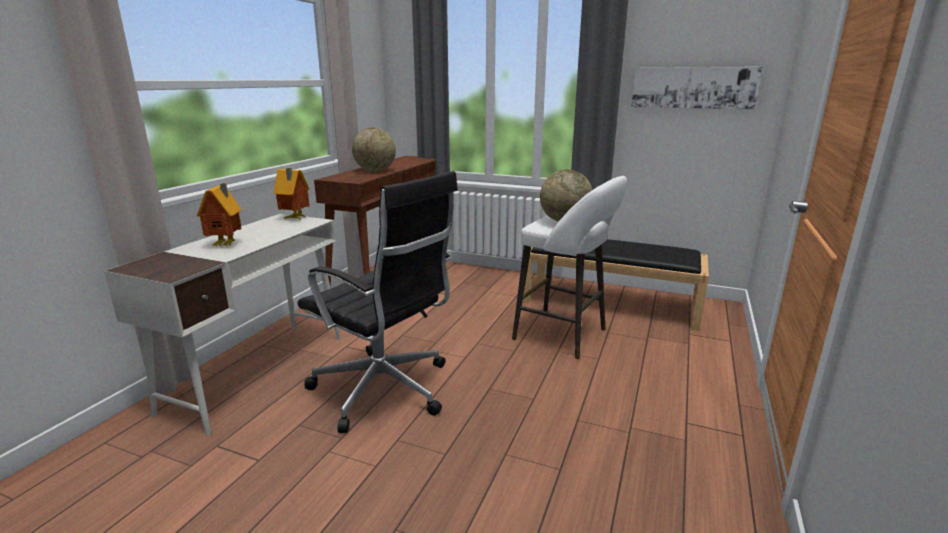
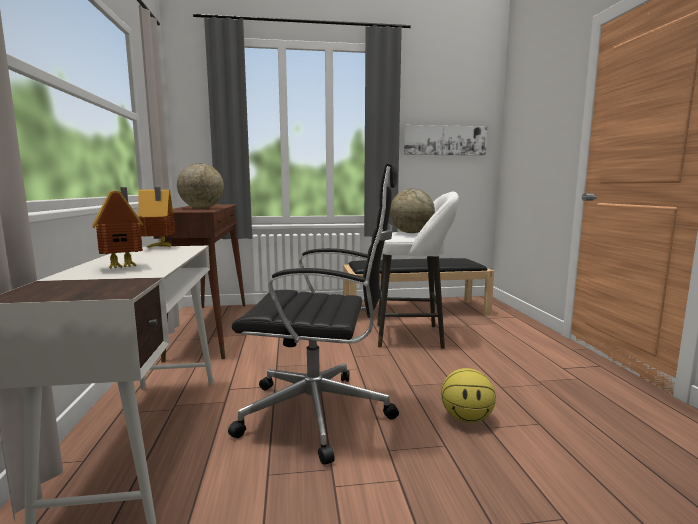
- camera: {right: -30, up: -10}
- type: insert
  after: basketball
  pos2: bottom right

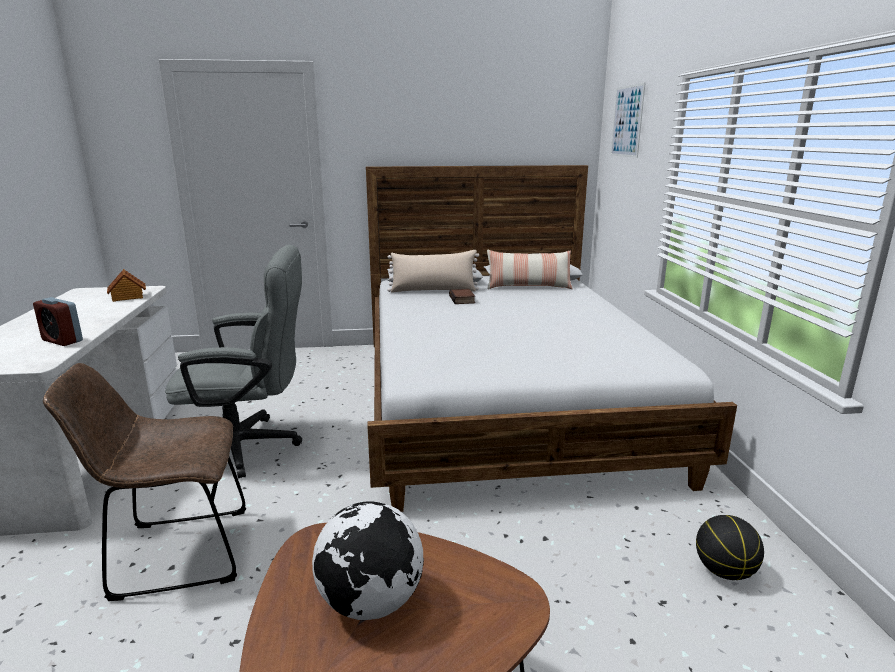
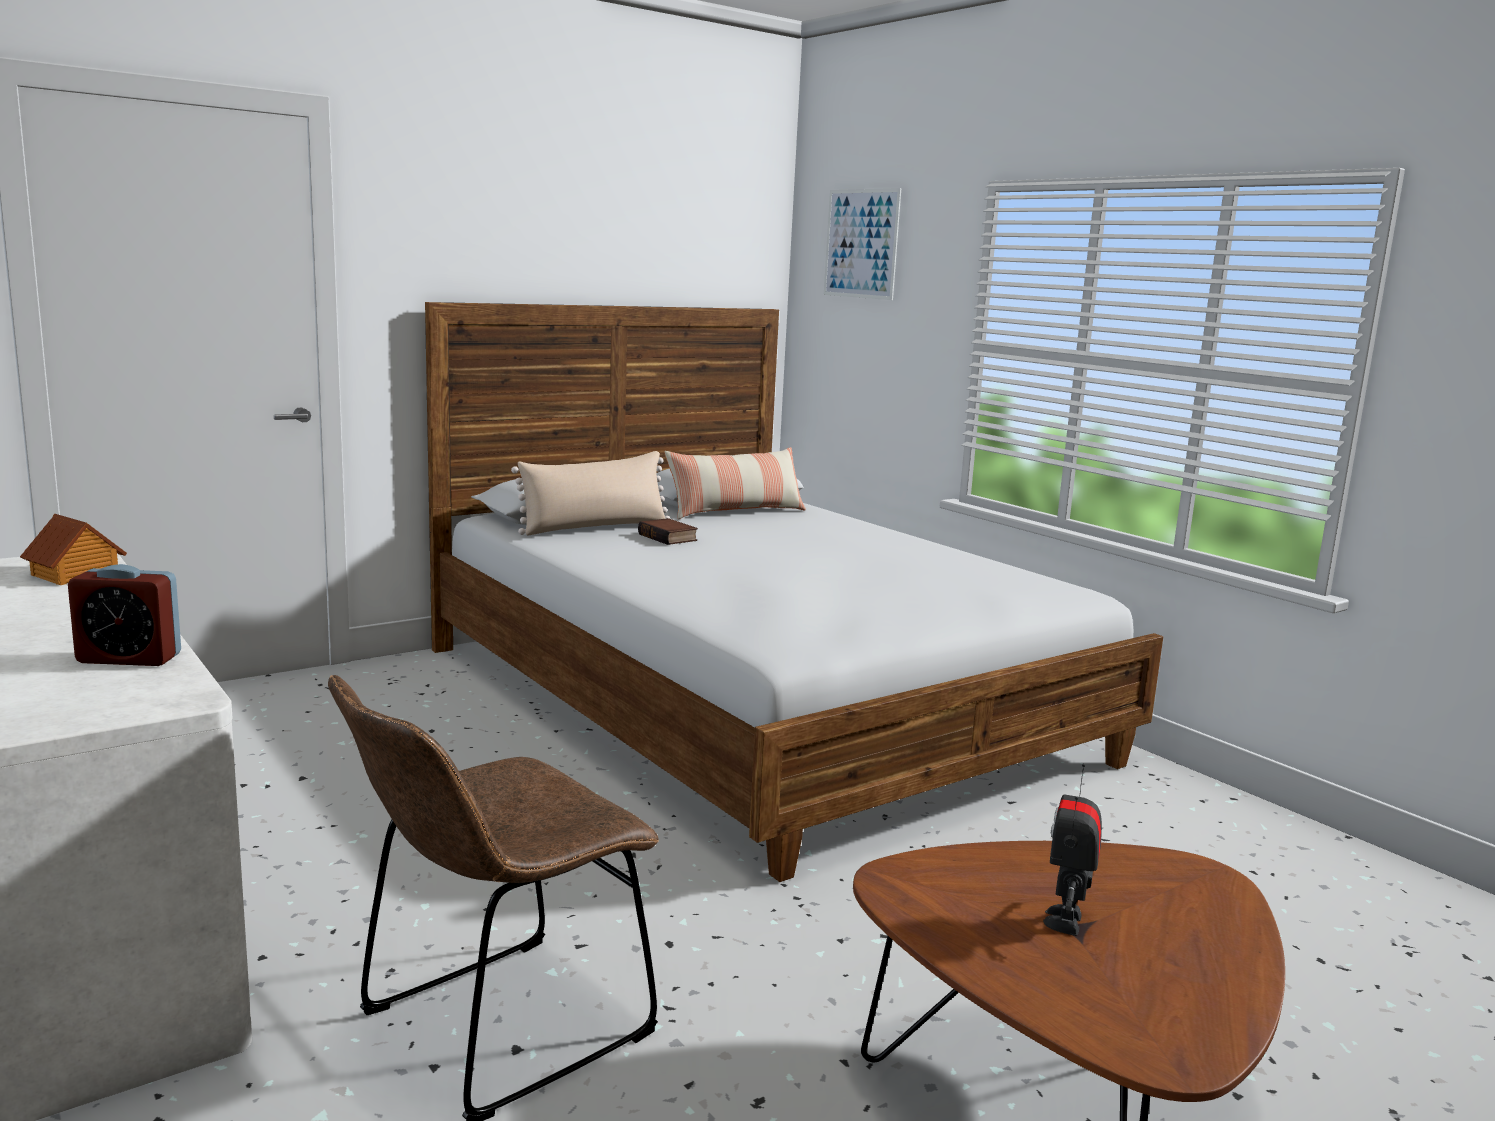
- camera: {right: -30, up: -5}
- type: delete
  before: grey_office_chair
  pos1: middle left
- type: delete
  before: basketball
  pos1: bottom right
- type: replace
  before: globe
  after: toy_robot
  pos1: bottom centre
  pos2: bottom right

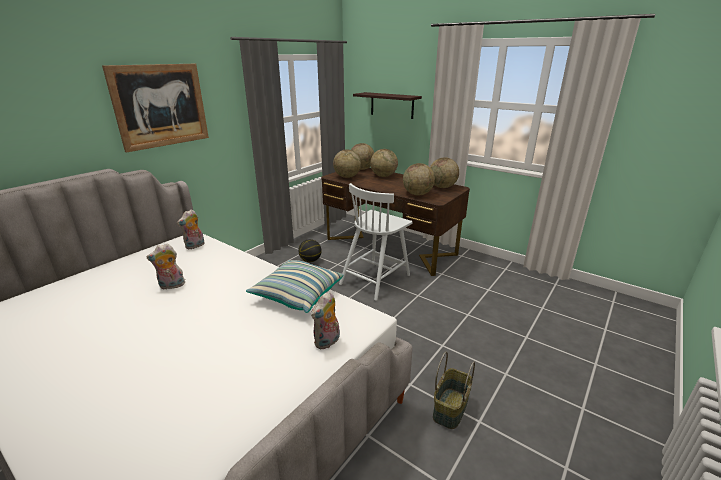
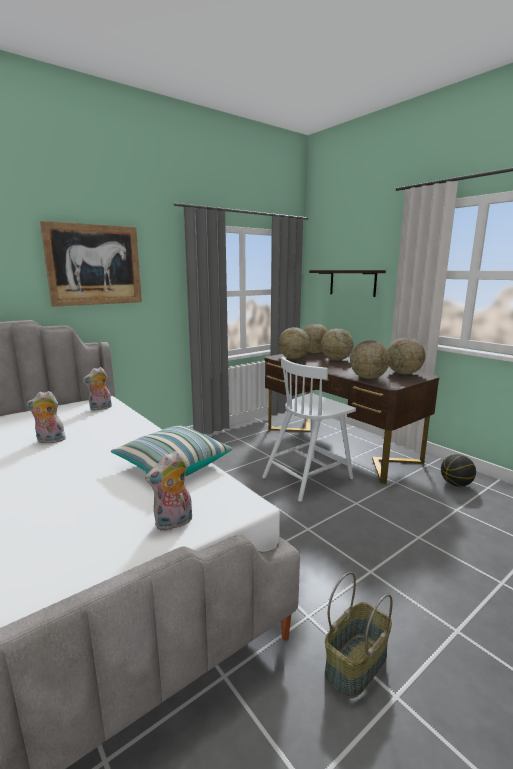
- camera: {right: 15, up: -10}
- type: move
  before: basketball
  pos1: centre
  pos2: middle right

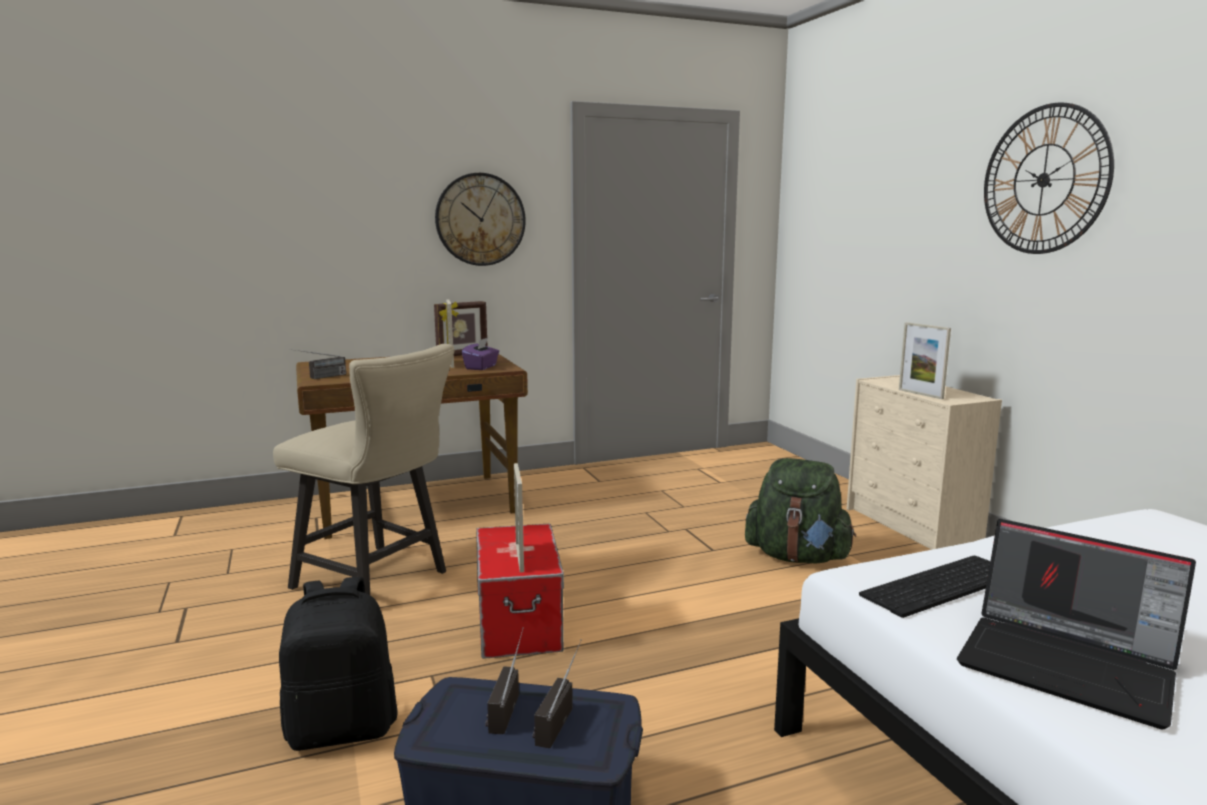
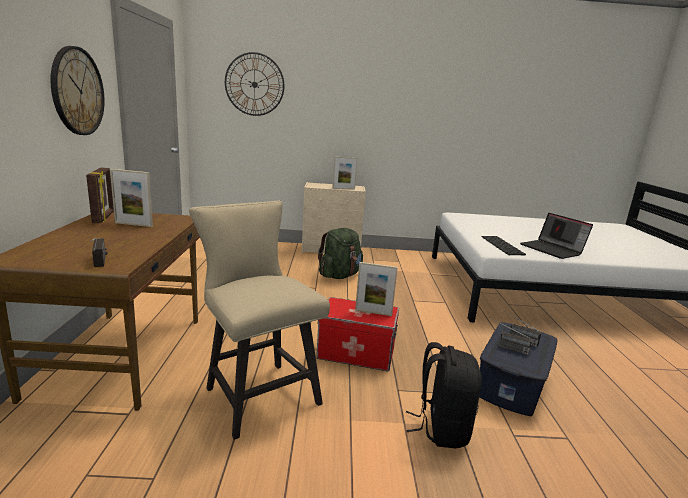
- camera: {right: -70, up: 5}
- type: delete
  before: purple_tissue_box
  pos1: centre
- type: move
  before: wall_clock (2nd from left)
  pos1: top right
  pos2: top centre
- type: rotate
  before: beige_chair
  pos1: middle left
  pos2: centre
  turn: -90
- type: rotate
  before: laptop
  pos1: bottom right
  pos2: middle right
  turn: 90

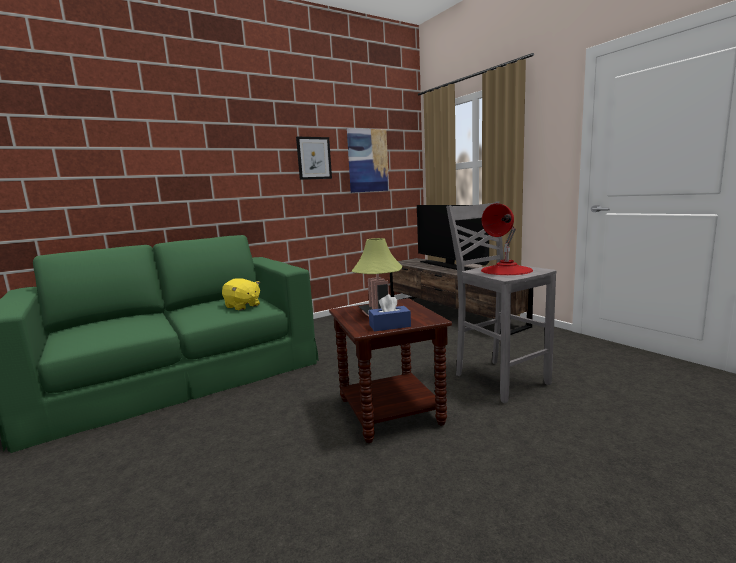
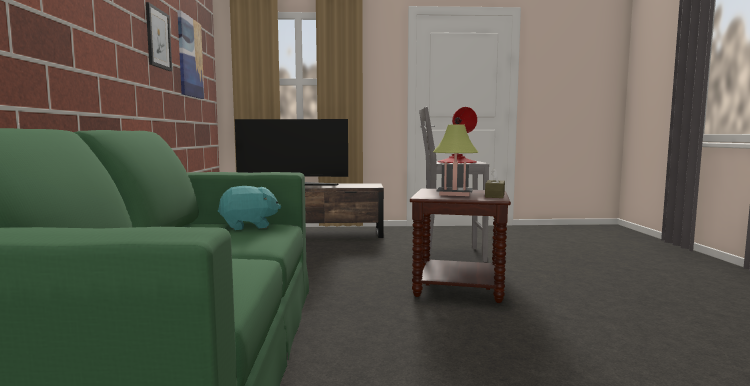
- camera: {right: -60, up: -5}
- type: recolor
  before: yellow_plush_toy
  after: turquoise_plush_toy
  pos1: middle left
  pos2: middle left
- type: recolor
  before: blue_tissue_box
  after: brown_tissue_box
  pos1: centre
  pos2: centre

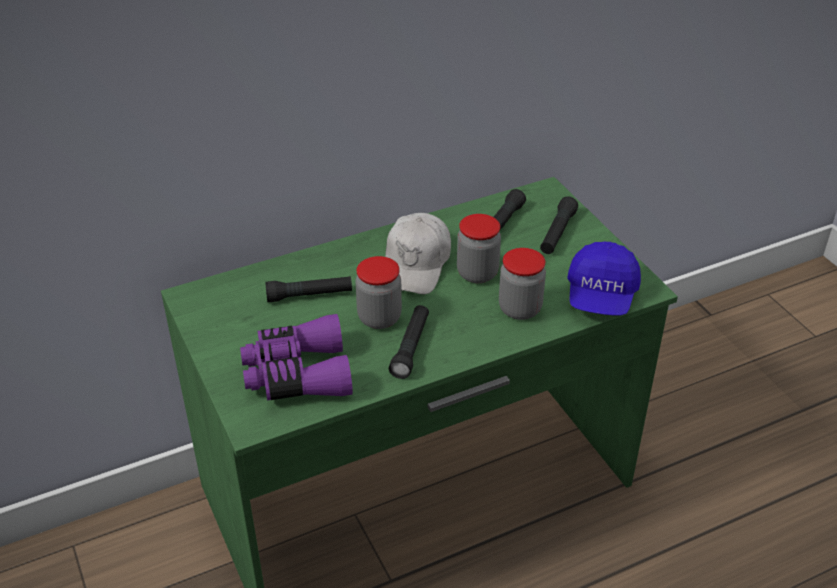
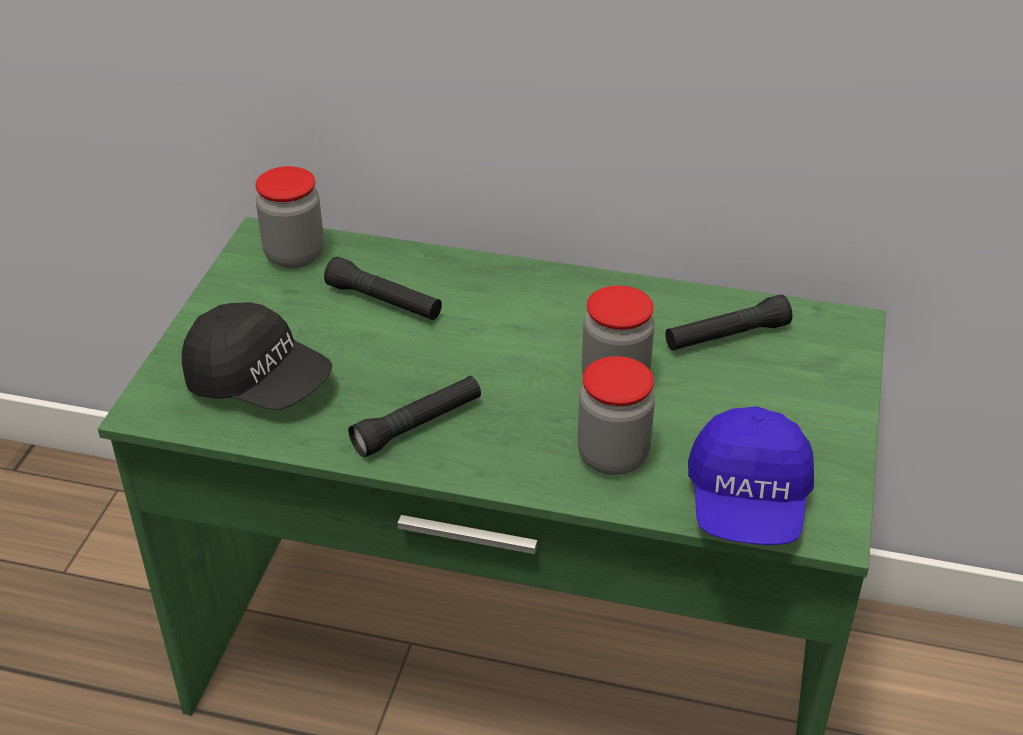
- camera: {right: 40, up: 0}
- type: delete
  before: white_cap
  pos1: centre
- type: delete
  before: black_flashlight (4th from left)
  pos1: middle right
- type: move
  before: jar (1st from left)
  pos1: centre
  pos2: top left
- type: replace
  before: purple_binoculars
  after: black_cap
  pos1: centre
  pos2: middle left
- type: rotate
  before: blue_cap
  pos1: middle right
  pos2: middle right
  turn: -45

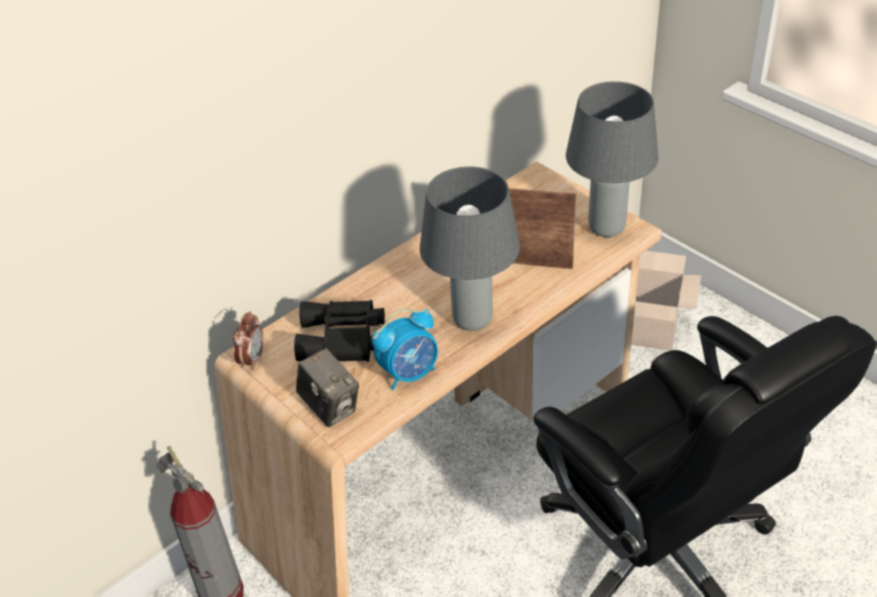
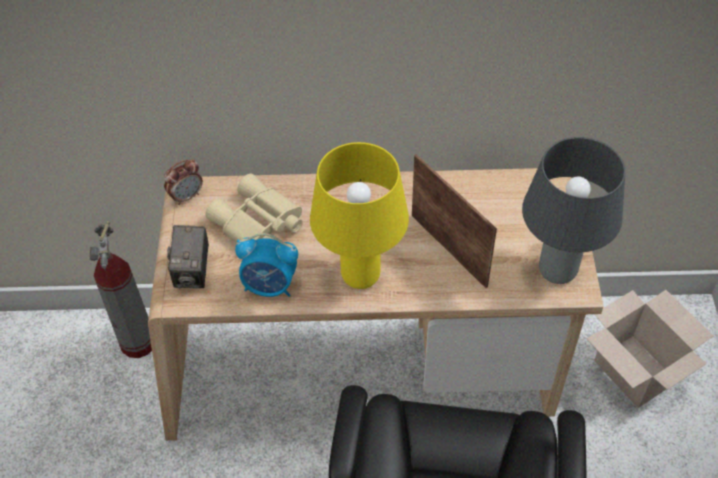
- camera: {right: 40, up: 10}
- type: recolor
  before: black_binoculars
  after: beige_binoculars
  pos1: centre
  pos2: centre
- type: recolor
  before: grey_table_lamp (1st from left)
  after: yellow_table_lamp
  pos1: centre
  pos2: centre

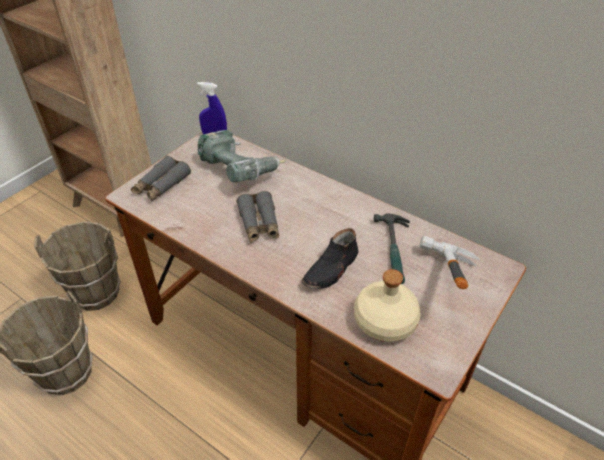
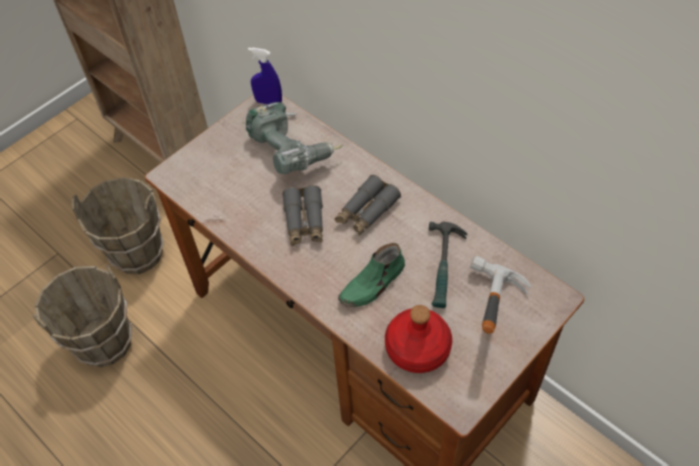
- camera: {right: 10, up: 10}
- type: move
  before: grey_binoculars (1st from left in the first image)
  after: grey_binoculars (2nd from left)
  pos1: middle left
  pos2: centre
- type: recolor
  before: black_shoe
  after: green_shoe
  pos1: centre
  pos2: centre
- type: recolor
  before: beige_bottle
  after: red_bottle
  pos1: centre
  pos2: bottom centre

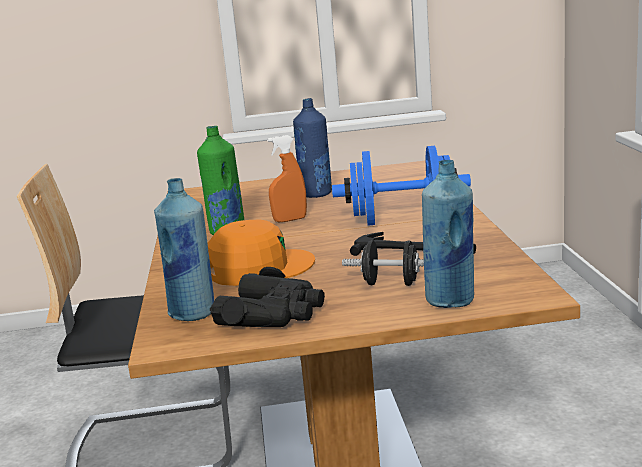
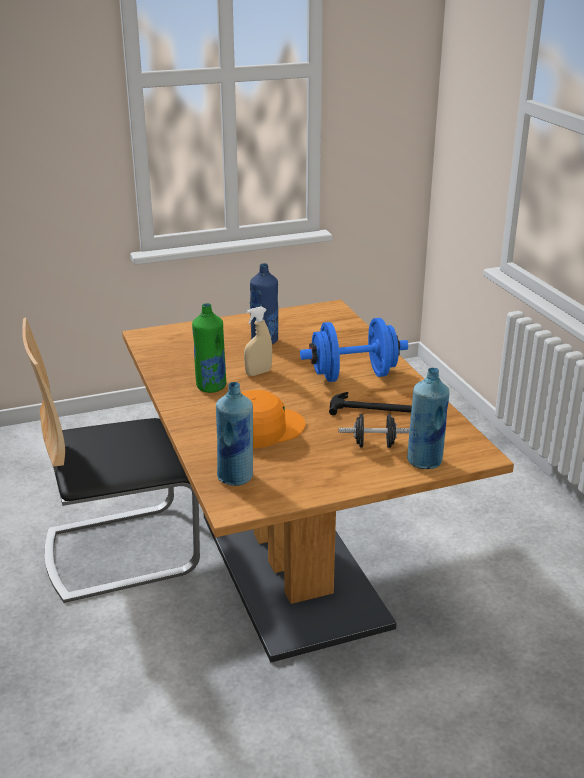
- camera: {right: -15, up: 10}
- type: delete
  before: black_binoculars
  pos1: centre
- type: recolor
  before: orange_spray_bottle
  after: beige_spray_bottle
  pos1: centre
  pos2: centre

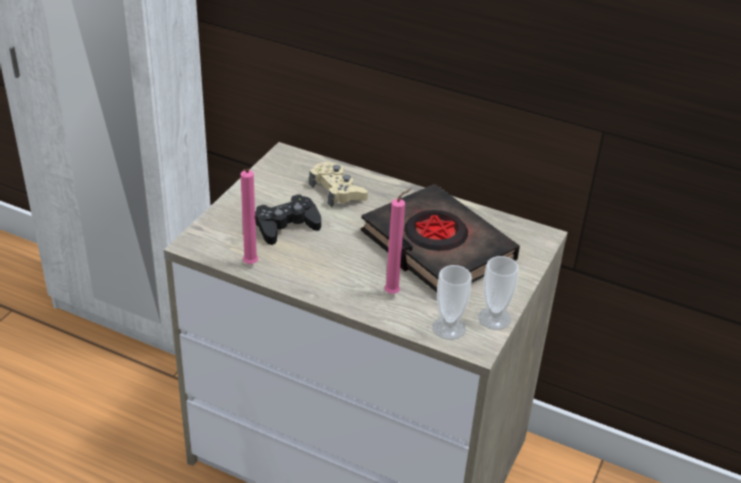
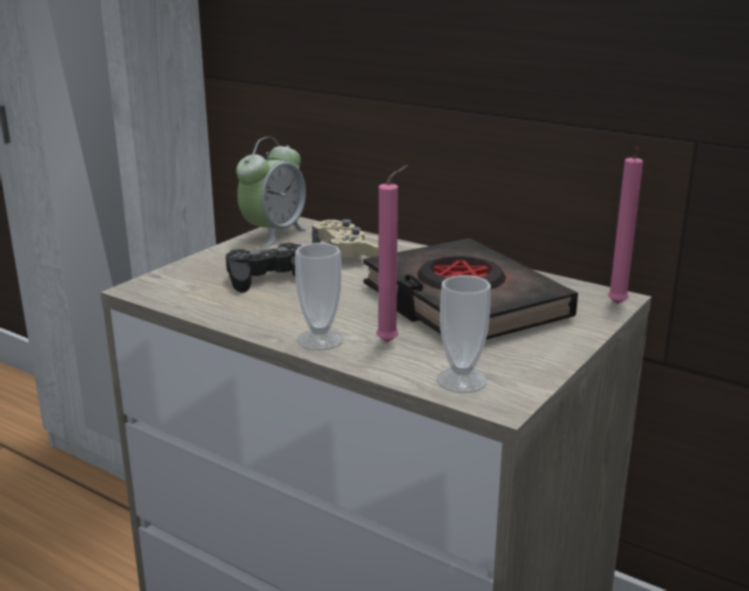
- camera: {right: 10, up: -15}
- type: insert
  after: alarm_clock
  pos2: top centre
- type: move
  before: pink_candle (1st from left in the first image)
  after: pink_candle (2nd from left)
  pos1: centre
  pos2: middle right
- type: move
  before: cup (2nd from left in the first image)
  after: cup (1st from left)
  pos1: middle right
  pos2: centre

